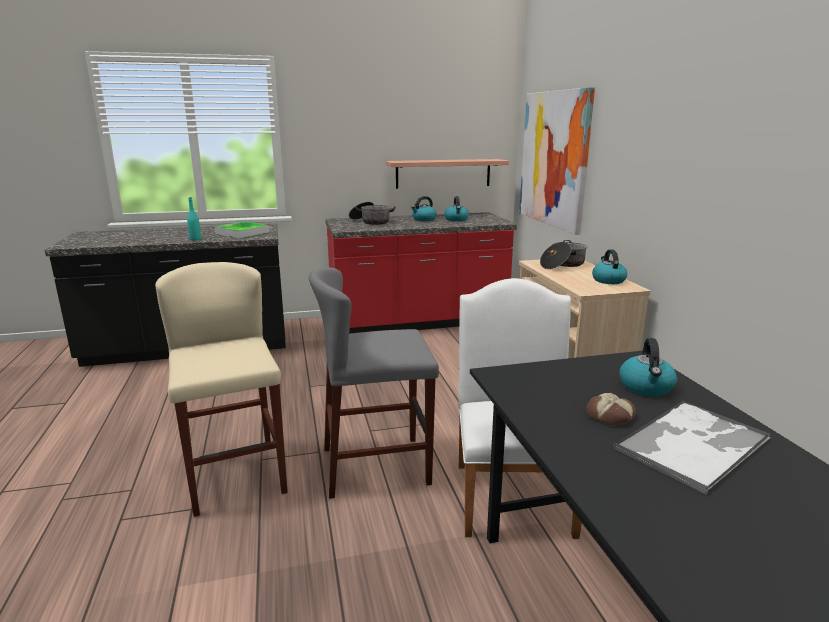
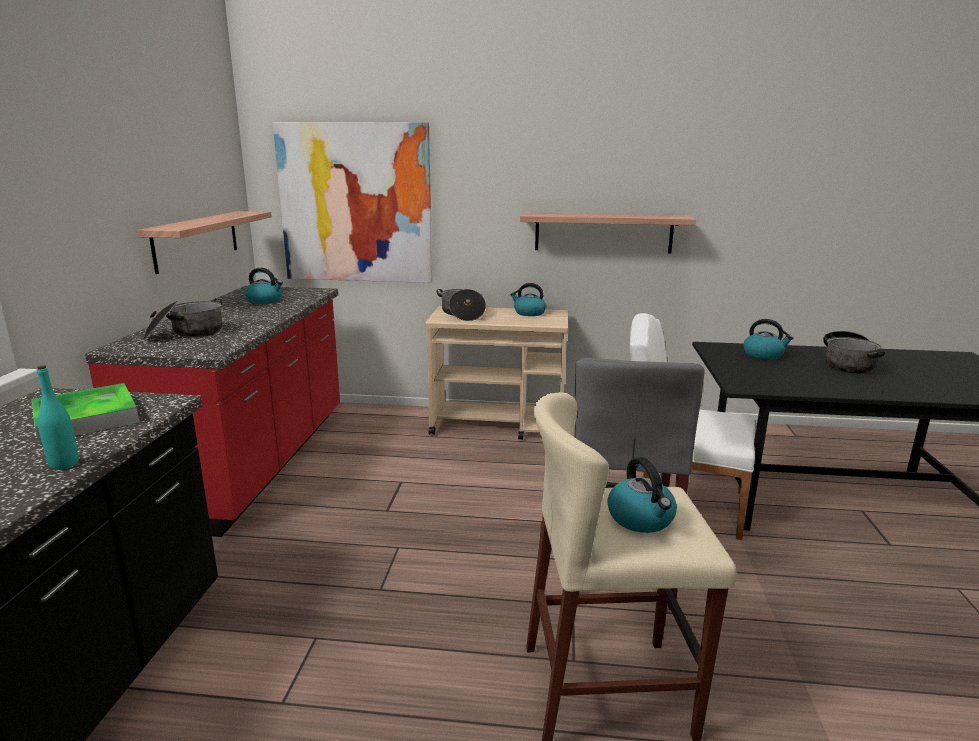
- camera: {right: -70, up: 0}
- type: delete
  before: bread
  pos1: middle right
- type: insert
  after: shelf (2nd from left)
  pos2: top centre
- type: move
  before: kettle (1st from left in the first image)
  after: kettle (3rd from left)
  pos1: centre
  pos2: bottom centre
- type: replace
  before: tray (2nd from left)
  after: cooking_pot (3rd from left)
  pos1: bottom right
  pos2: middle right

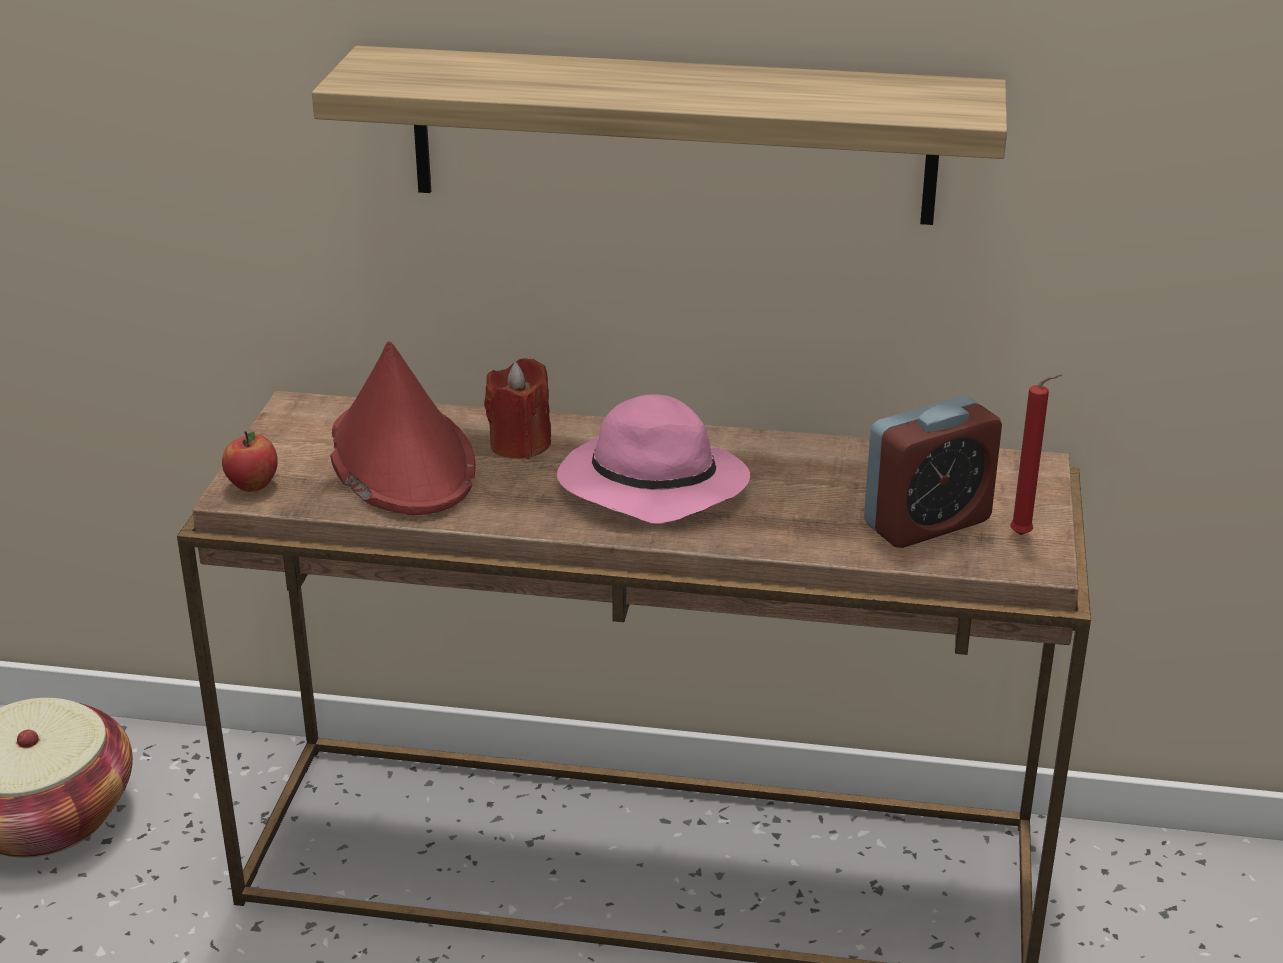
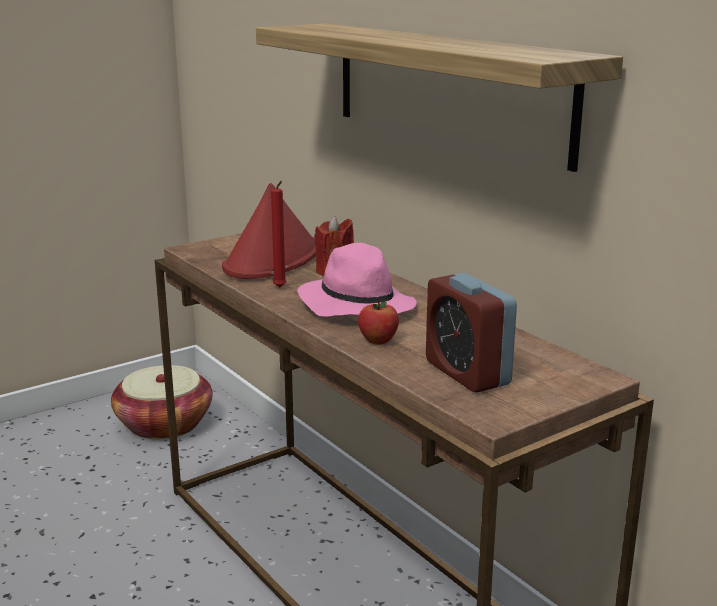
- camera: {right: 45, up: -10}
- type: move
  before: apple
  pos1: middle left
  pos2: centre
- type: move
  before: red_candle (2nd from left in the first image)
  after: red_candle (1st from left)
  pos1: middle right
  pos2: centre
- type: rotate
  before: alarm_clock
  pos1: middle right
  pos2: centre
  turn: 45

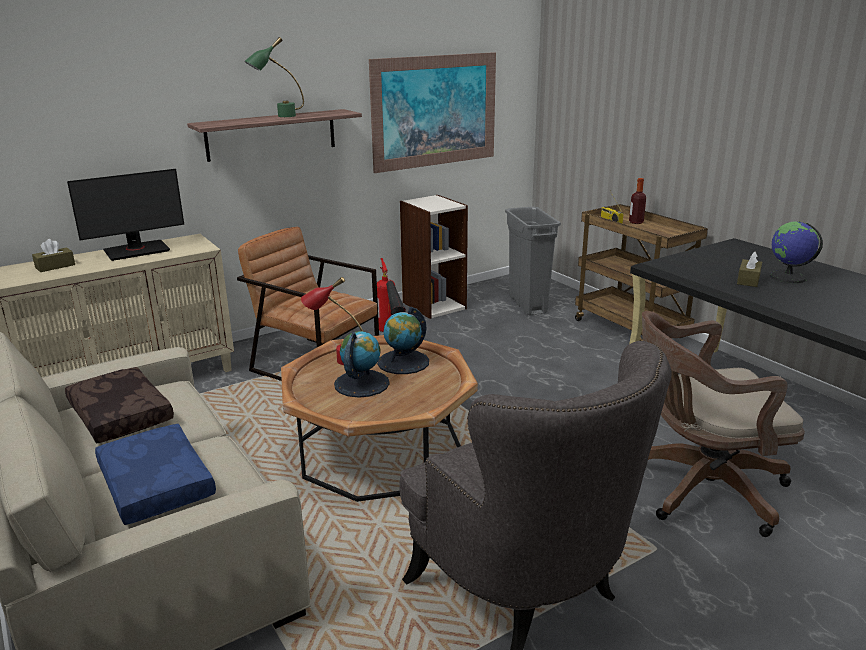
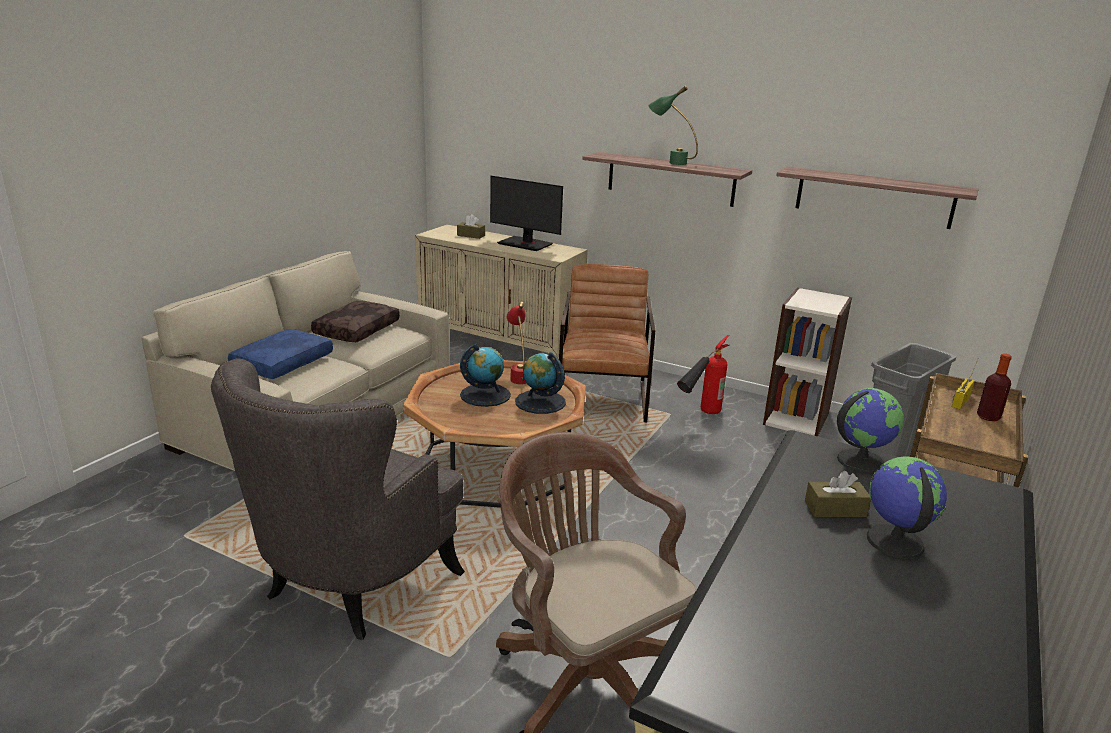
- camera: {right: 60, up: 0}
- type: insert
  after: globe (3rd from left)
  pos2: middle right
- type: replace
  before: picture
  after: shelf (2nd from left)
  pos1: top centre
  pos2: top right

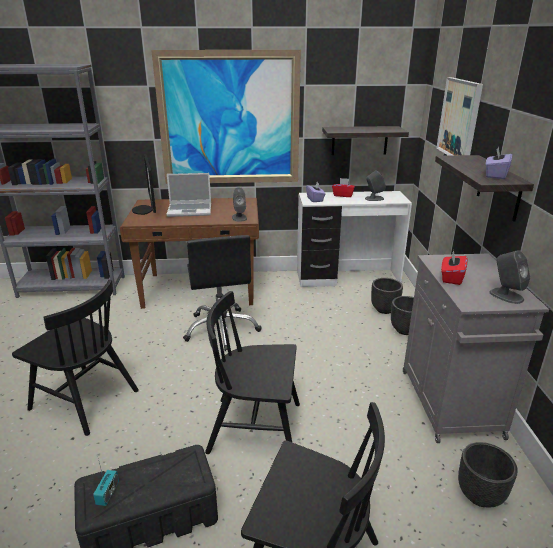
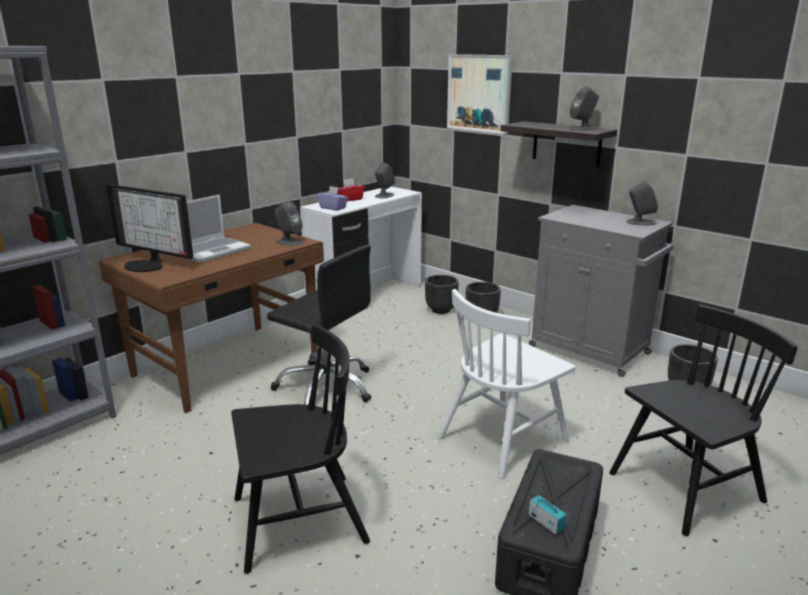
- camera: {right: -45, up: -5}
- type: delete
  before: picture (1st from left)
  pos1: top centre
- type: delete
  before: shelf (1st from left)
  pos1: top centre
- type: delete
  before: red_tissue_box (2nd from left)
  pos1: middle right
- type: replace
  before: purple_tissue_box (2nd from left)
  after: grey_speaker (3rd from left)
  pos1: top right
  pos2: top right
- type: recolor
  before: black_chair (2nd from left)
  after: white_chair
  pos1: bottom centre
  pos2: centre

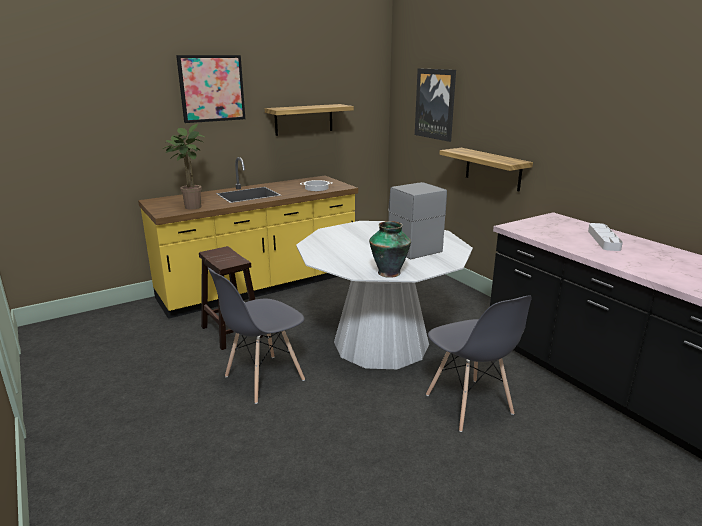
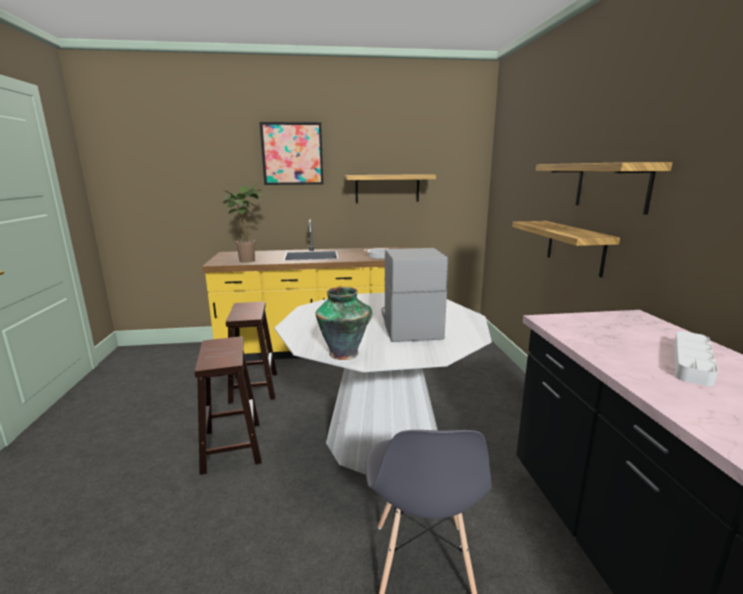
- camera: {right: 25, up: -5}
- type: delete
  before: picture (2nd from left)
  pos1: top centre
- type: insert
  after: shelf (3rd from left)
  pos2: top right
- type: replace
  before: grey_chair (1st from left)
  after: brown_stool (1st from left)
  pos1: centre
  pos2: bottom left

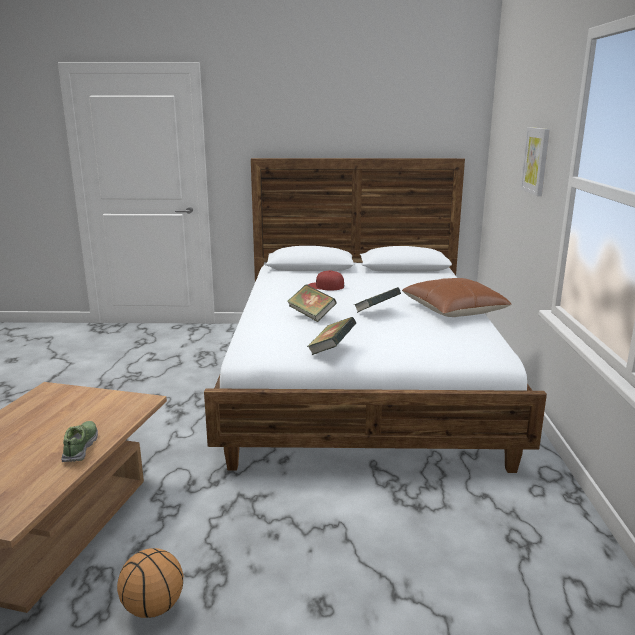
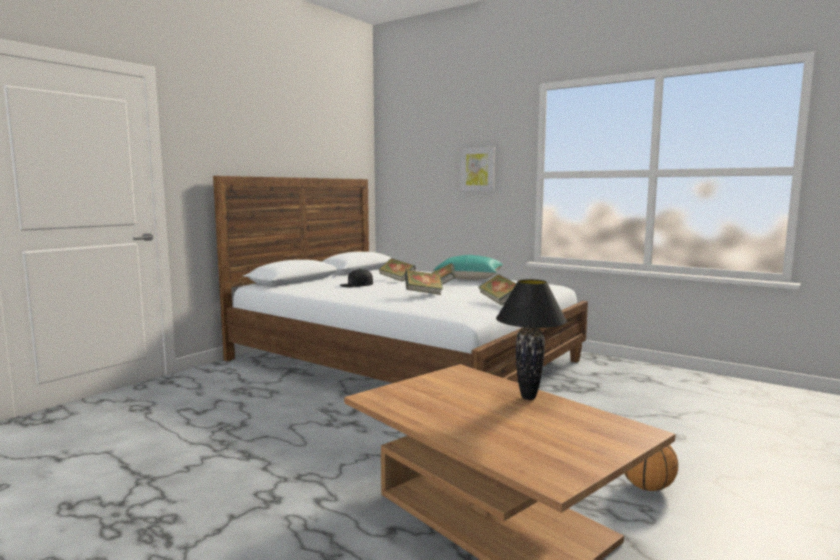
- camera: {right: -55, up: -10}
- type: insert
  after: book (1st from left)
  pos2: centre
- type: replace
  before: shoe
  after: black_table_lamp
  pos1: bottom left
  pos2: centre
- type: recolor
  before: red_cap
  after: black_cap
  pos1: centre
  pos2: centre
- type: recolor
  before: brown_pillow
  after: turquoise_pillow
  pos1: middle right
  pos2: centre

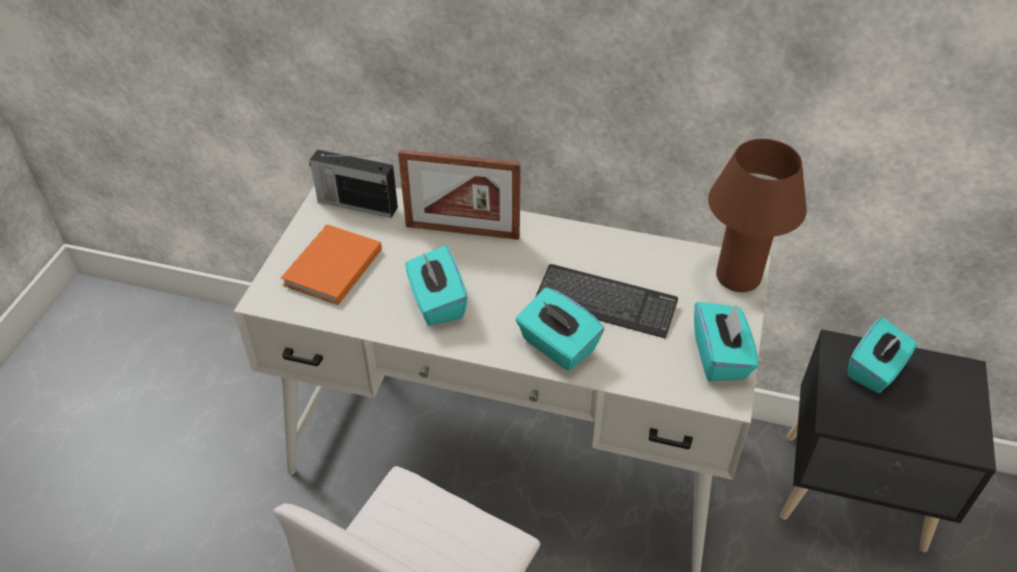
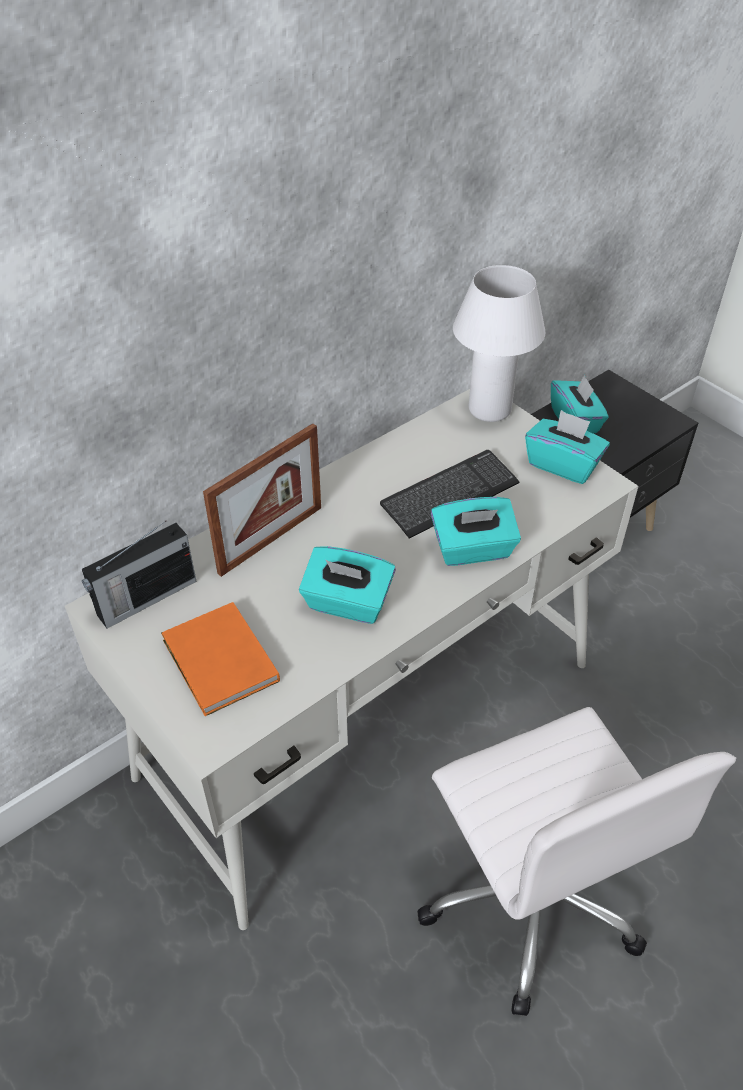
- camera: {right: -55, up: 0}
- type: recolor
  before: brown_table_lamp
  after: white_table_lamp
  pos1: middle right
  pos2: top right

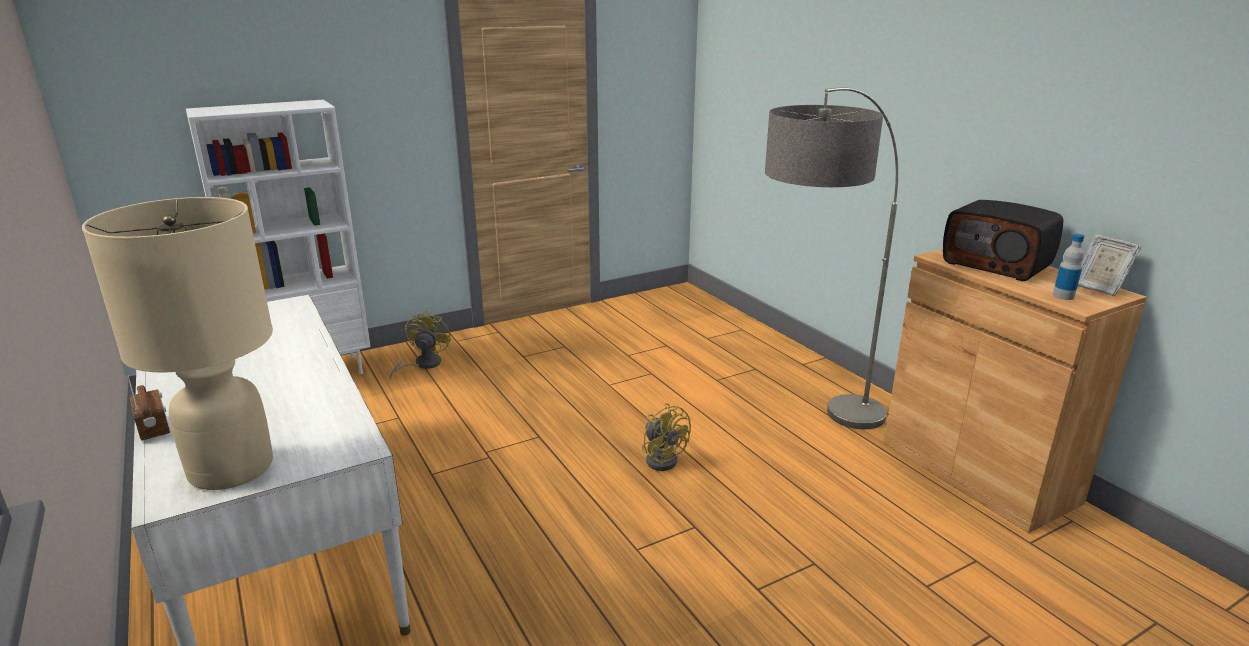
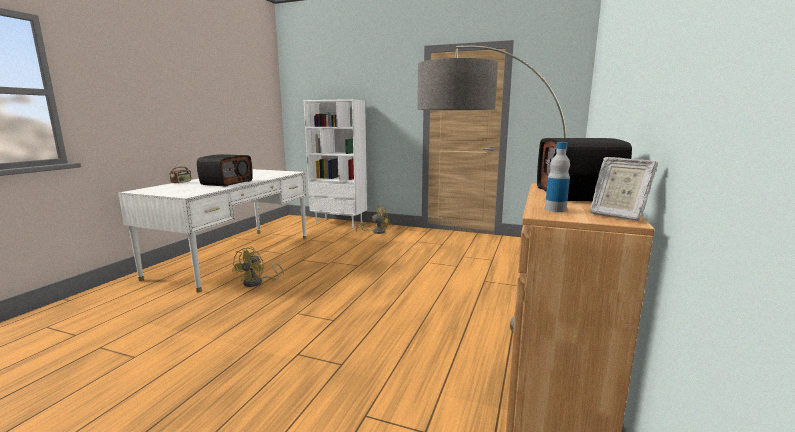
- camera: {right: 50, up: -10}
- type: delete
  before: beige_table_lamp
  pos1: middle left
- type: insert
  after: radio (2nd from left)
  pos2: middle left
- type: move
  before: yellow_fan (2nd from left in the first image)
  after: yellow_fan (1st from left)
  pos1: bottom centre
  pos2: middle left
- type: rotate
  before: picture_frame
  pos1: middle right
  pos2: middle right
  turn: -60

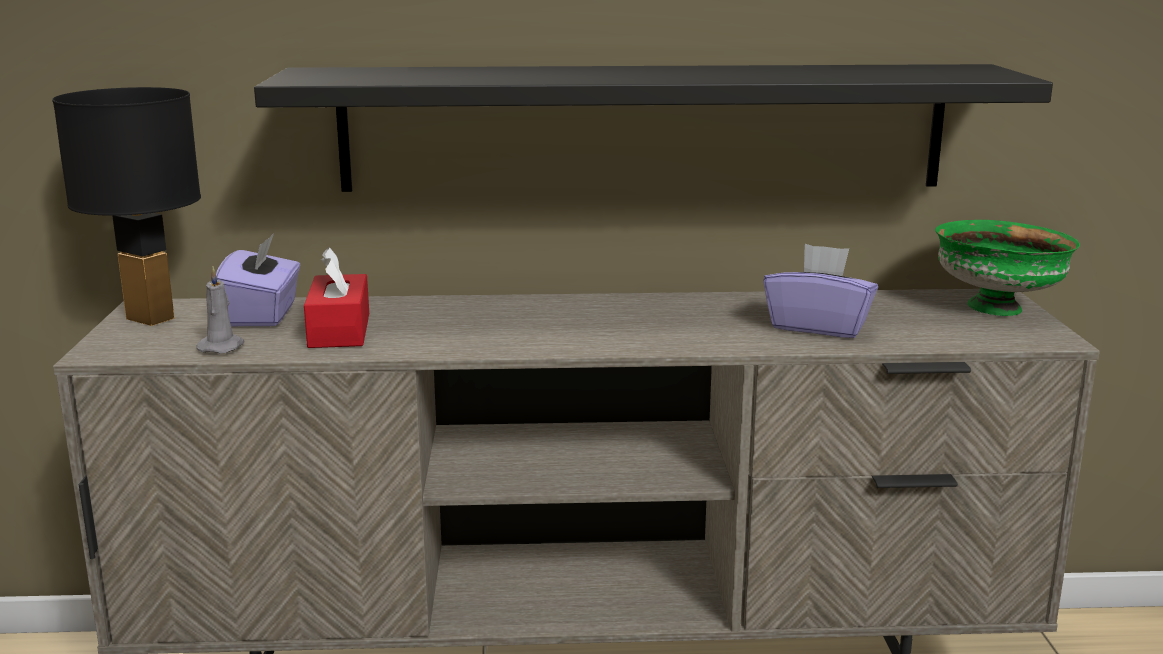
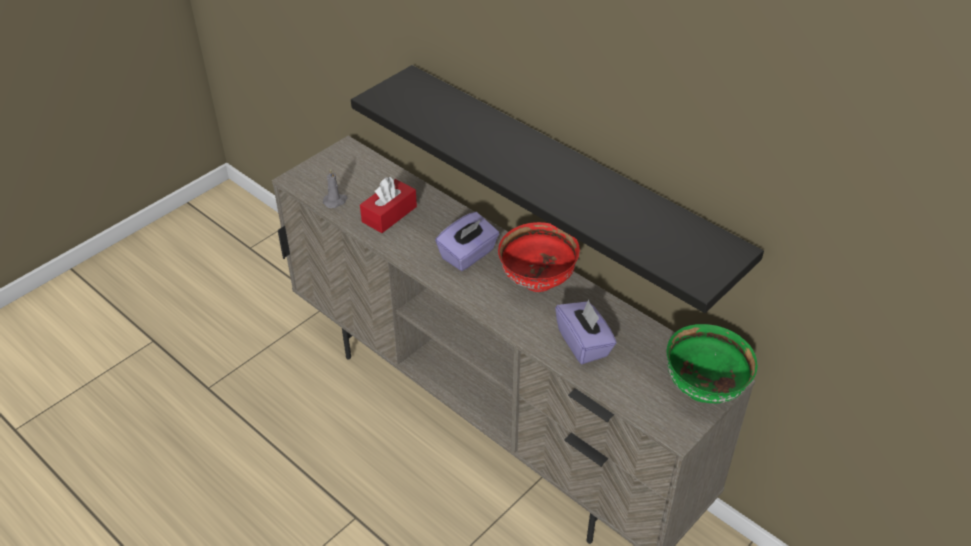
- camera: {right: 45, up: 25}
- type: delete
  before: black_table_lamp
  pos1: top left
- type: insert
  after: red_bowl
  pos2: centre
- type: move
  before: purple_tissue_box (1st from left)
  pos1: middle left
  pos2: centre

